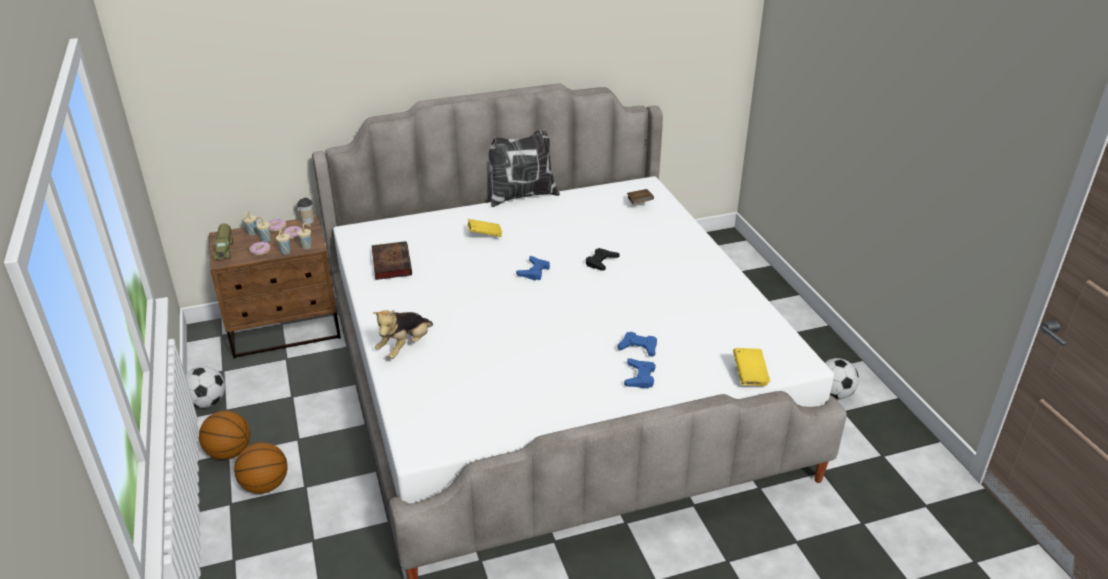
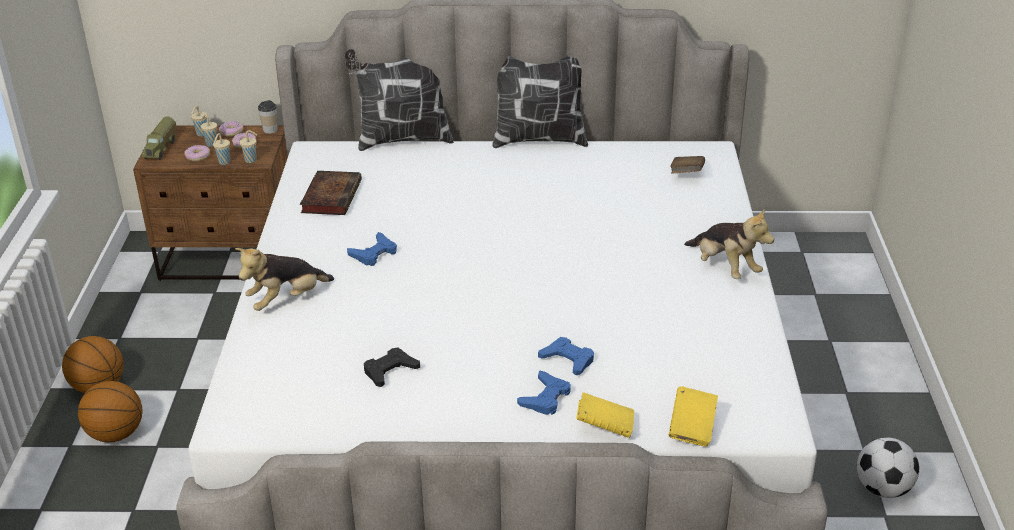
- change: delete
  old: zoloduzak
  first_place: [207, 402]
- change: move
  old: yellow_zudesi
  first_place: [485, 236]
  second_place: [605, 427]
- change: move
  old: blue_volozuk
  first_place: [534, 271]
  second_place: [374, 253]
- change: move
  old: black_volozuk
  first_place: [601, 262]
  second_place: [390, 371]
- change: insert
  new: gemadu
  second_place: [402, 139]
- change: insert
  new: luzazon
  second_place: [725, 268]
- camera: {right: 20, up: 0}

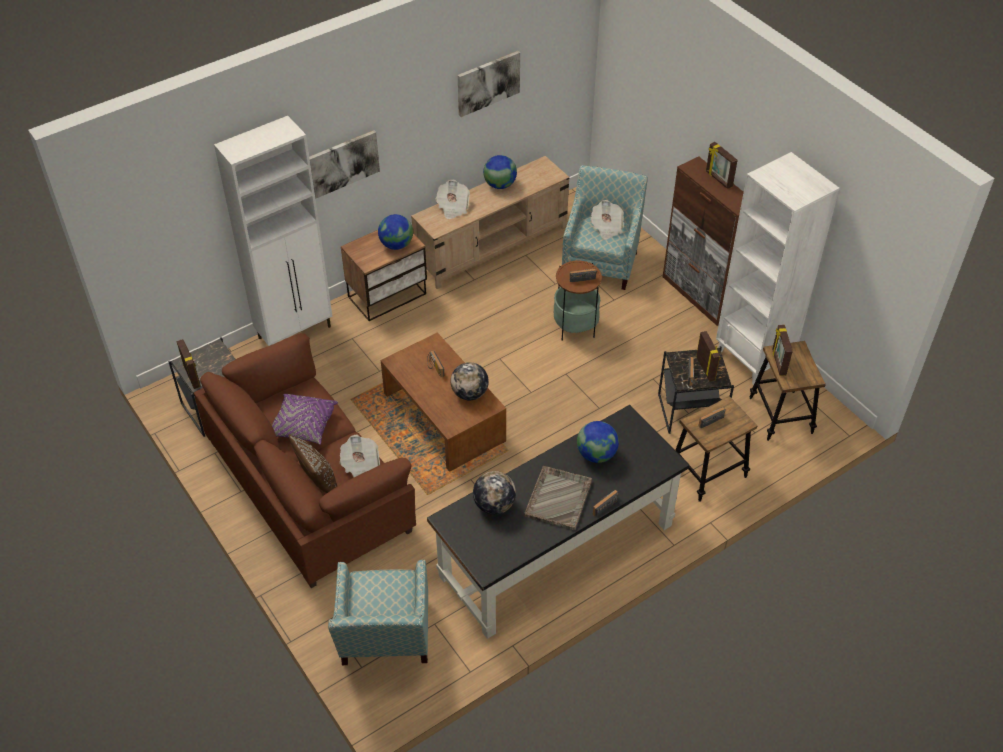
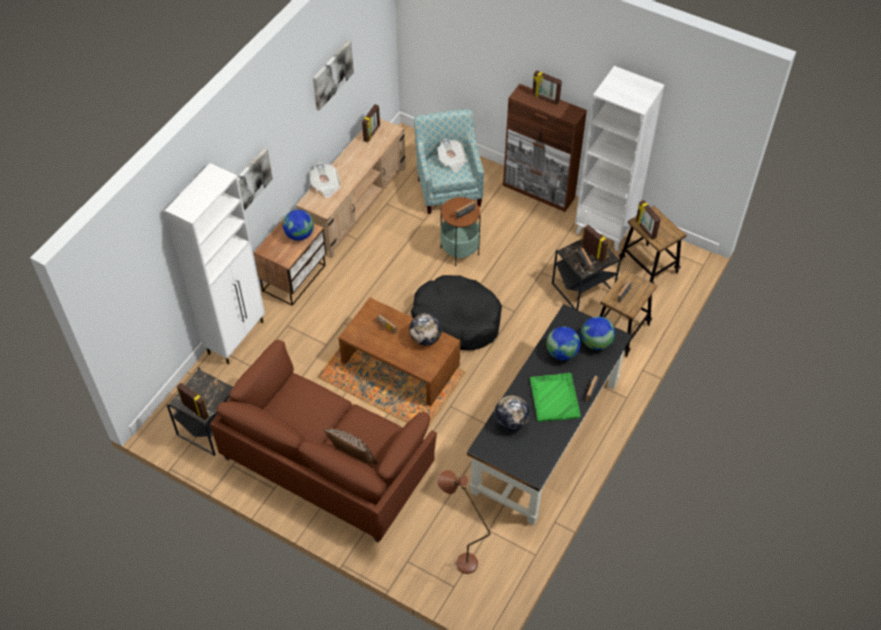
- change: delete
  old: purple_gemadu
  first_place: [304, 425]
- change: replace
  old: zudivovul
  new: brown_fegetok
  first_place: [385, 641]
  second_place: [460, 559]
- change: delete
  old: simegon
  first_place: [361, 466]
- change: move
  old: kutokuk
  first_place: [500, 185]
  second_place: [596, 343]
- change: recolor
  old: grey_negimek
  new: green_negimek
  first_place: [558, 498]
  second_place: [554, 397]
- change: insert
  new: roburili
  second_place: [372, 133]
- change: insert
  new: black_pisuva
  second_place: [456, 320]
- camera: {right: -25, up: 5}

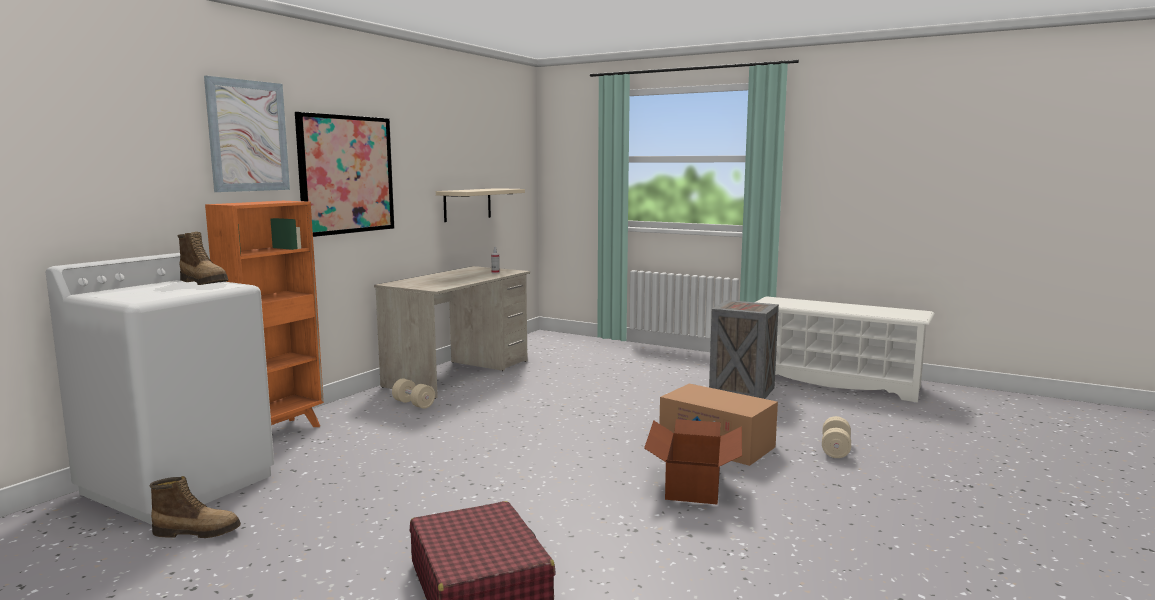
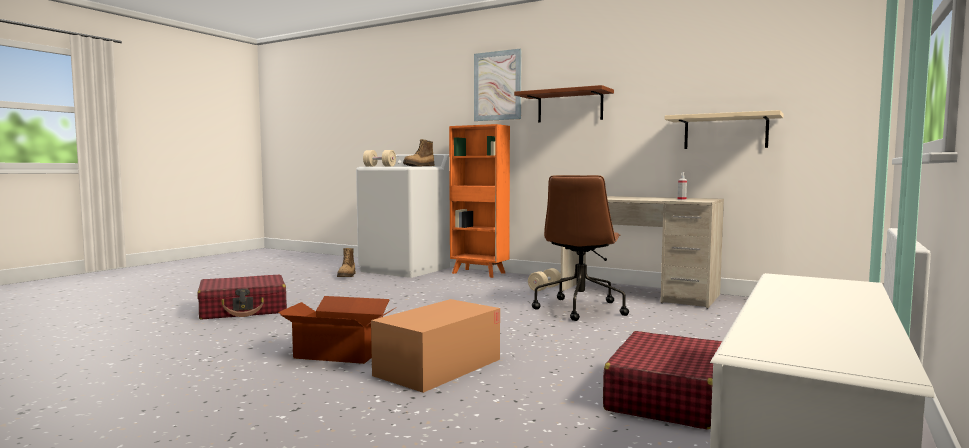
- change: replace
  old: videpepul
  new: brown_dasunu
  first_place: [346, 174]
  second_place: [570, 106]
- change: replace
  old: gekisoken
  new: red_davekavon
  first_place: [743, 391]
  second_place: [666, 397]
- change: move
  old: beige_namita
  first_place: [835, 449]
  second_place: [379, 166]
- change: insert
  new: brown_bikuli
  second_place: [580, 309]
- camera: {right: 90, up: -5}

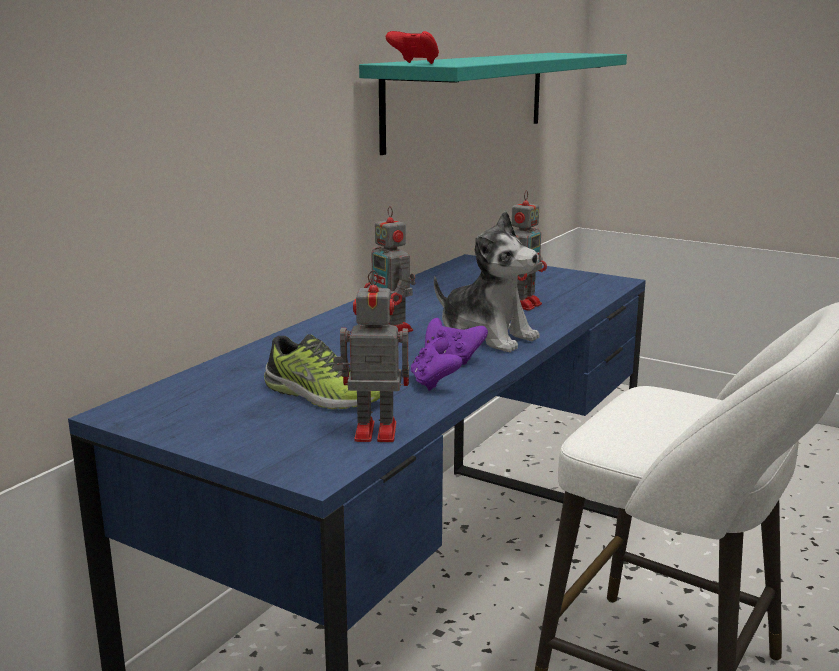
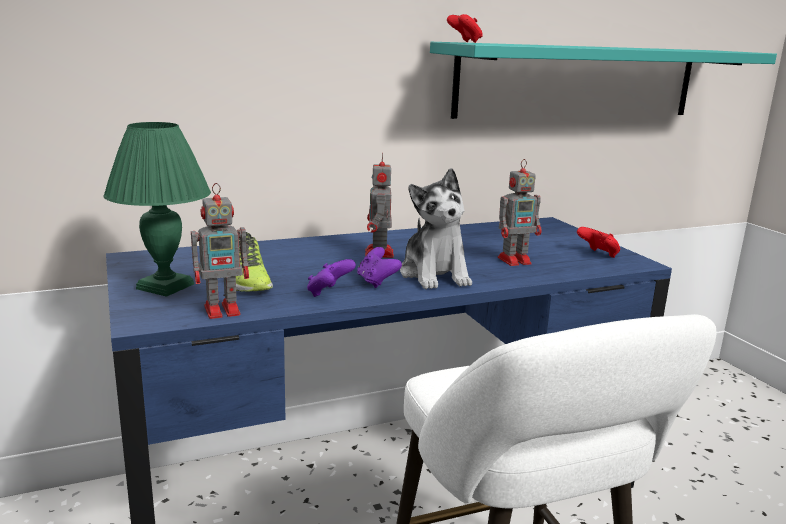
- change: rotate
  old: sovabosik
  first_place: [372, 432]
  second_place: [224, 310]
  degrees: 120
- change: insert
  new: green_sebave
  second_place: [165, 287]
- change: insert
  new: red_volozuk
  second_place: [598, 255]
- camera: {right: 35, up: 0}

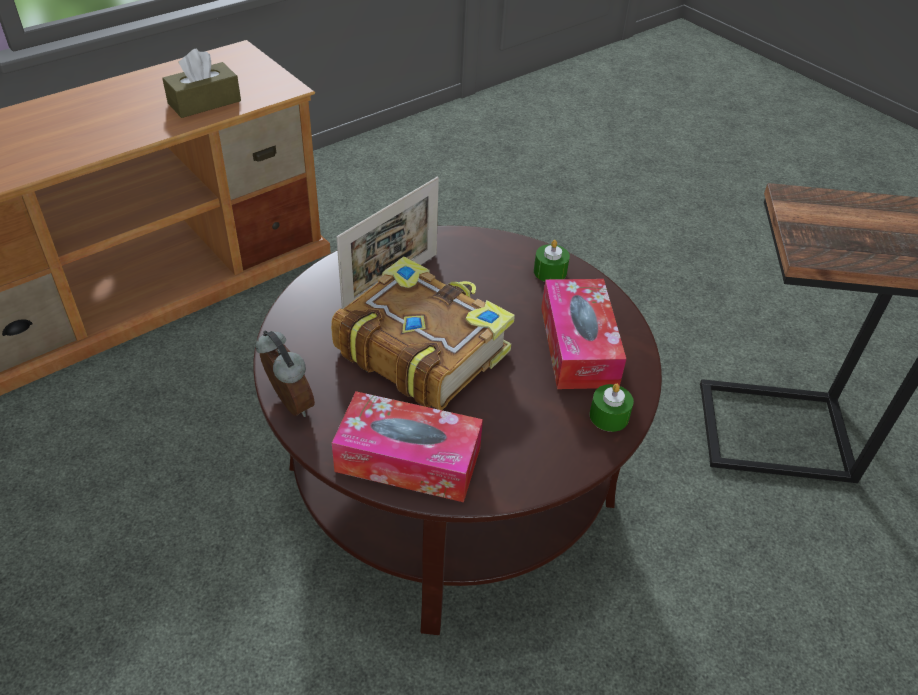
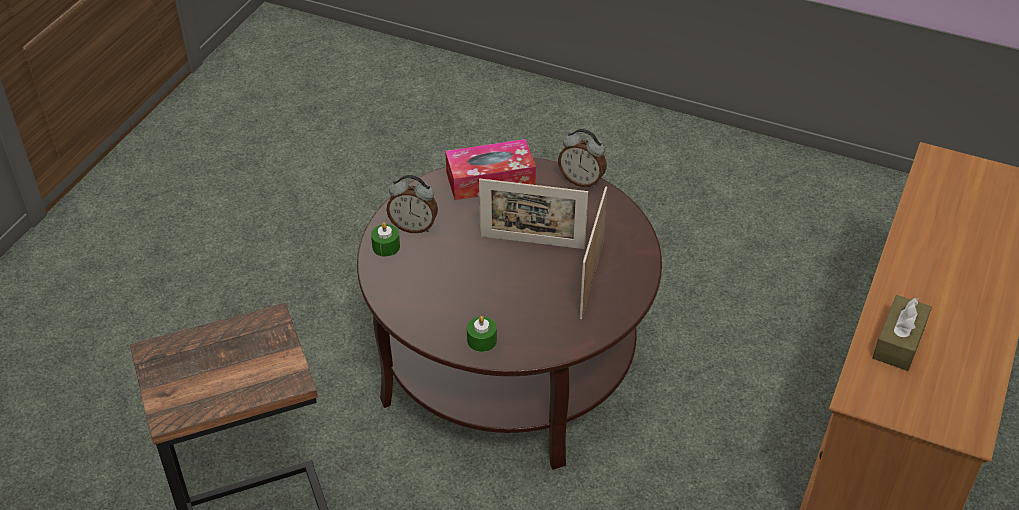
- change: replace
  old: zudesi
  new: roburili
  first_place: [421, 349]
  second_place: [532, 242]
- change: delete
  old: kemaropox
  first_place: [578, 346]
- change: insert
  new: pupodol
  second_place: [413, 226]
- camera: {right: 155, up: 0}

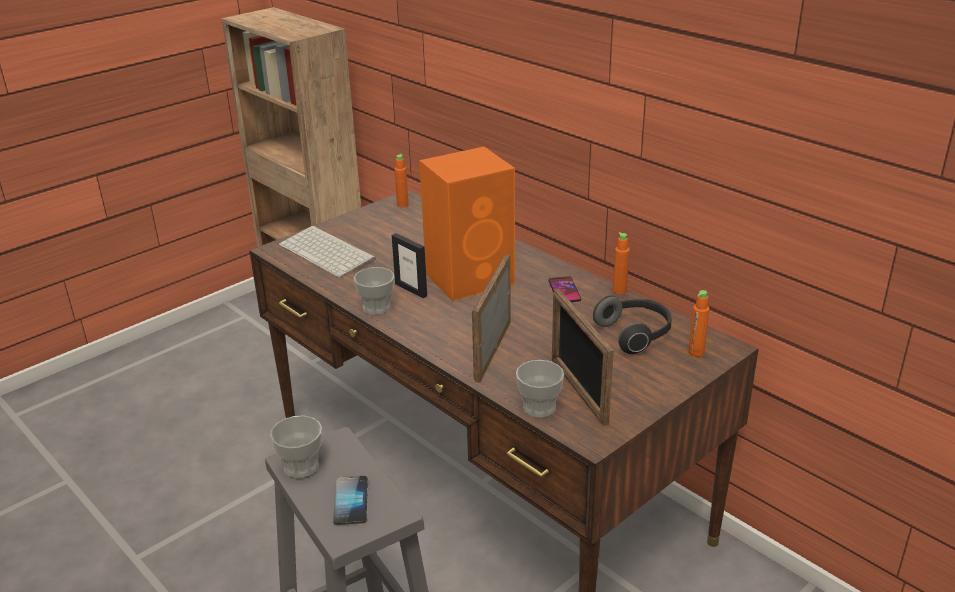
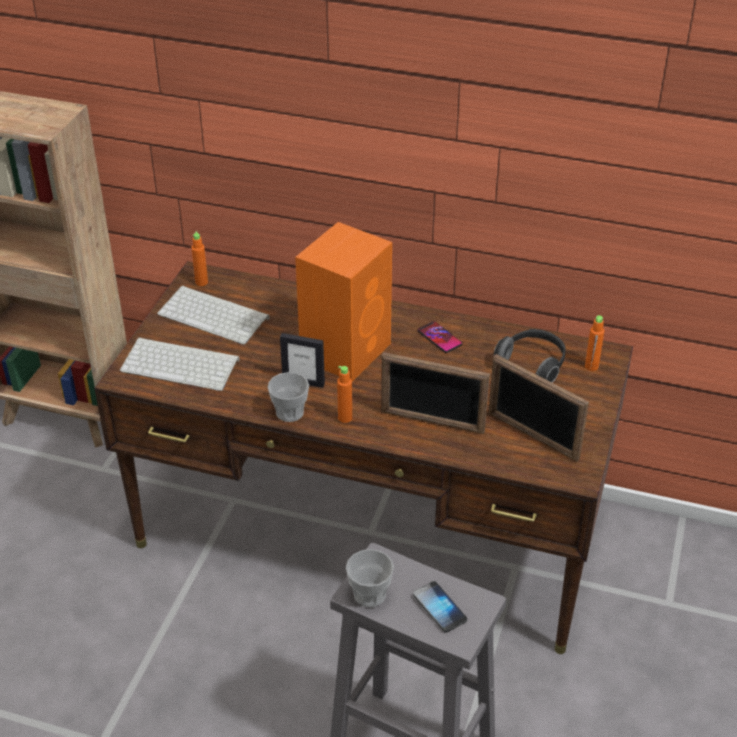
- change: rotate
  old: roburili
  first_place: [492, 350]
  second_place: [432, 422]
  degrees: -60
- change: delete
  old: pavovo
  first_place: [539, 407]
- change: move
  old: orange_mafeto
  first_place: [619, 291]
  second_place: [345, 418]
- change: insert
  new: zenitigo
  second_place: [215, 315]
- camera: {right: -30, up: 10}

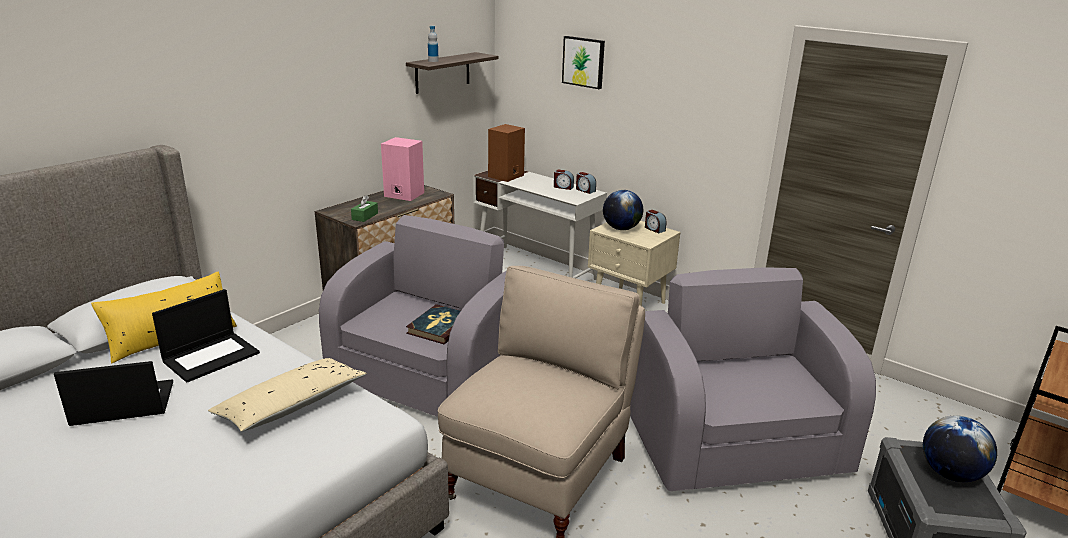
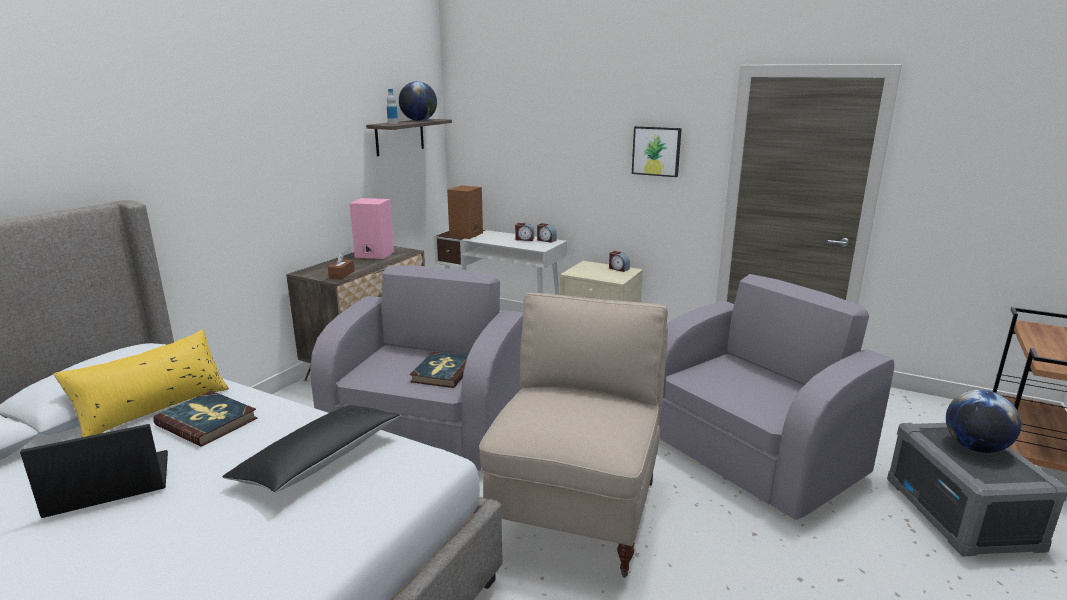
- change: replace
  old: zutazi
  new: zudesi
  first_place: [211, 356]
  second_place: [207, 421]
- change: recolor
  old: beige_gemadu
  new: black_gemadu
  first_place: [291, 405]
  second_place: [319, 460]
- change: recolor
  old: green_kemaropox
  new: brown_kemaropox
  first_place: [365, 216]
  second_place: [341, 274]
- change: move
  old: videpepul
  first_place: [584, 62]
  second_place: [656, 151]
- change: move
  old: kutokuk
  first_place: [621, 228]
  second_place: [419, 121]
- change: rotate
  old: grey_zudivovul
  first_place: [736, 444]
  second_place: [750, 454]
  degrees: 75
- camera: {right: -10, up: -5}

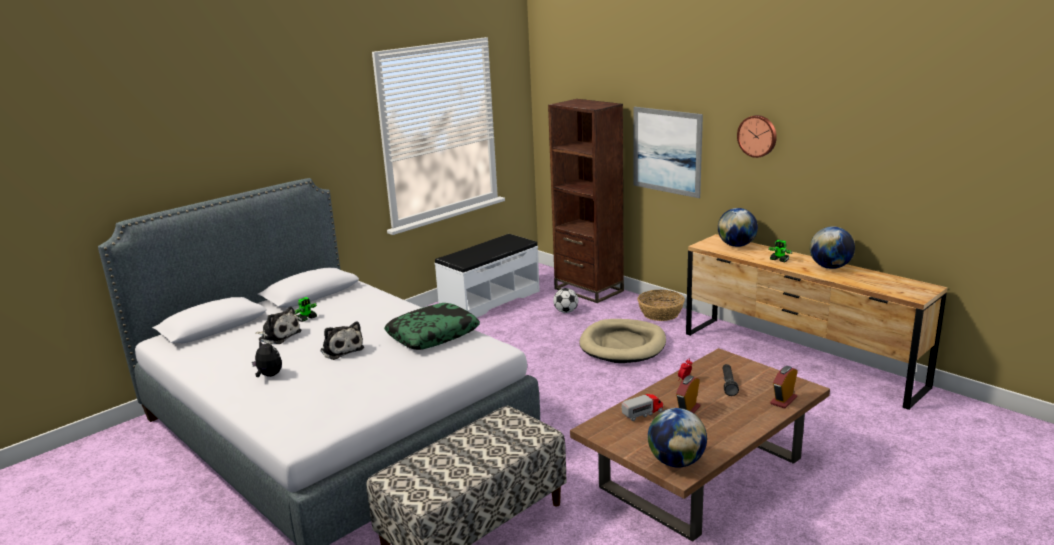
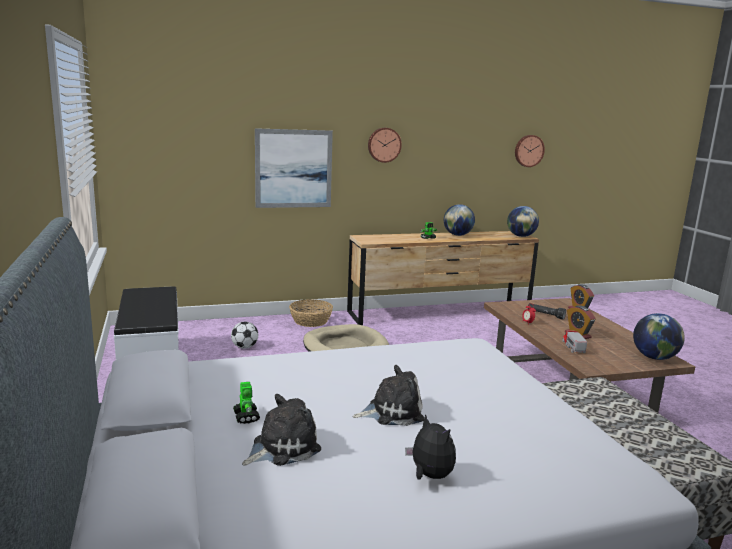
- change: rotate
  old: luzazon
  first_place: [269, 376]
  second_place: [429, 476]
  degrees: 75
- change: delete
  old: gemadu
  first_place: [433, 334]
- change: delete
  old: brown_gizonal
  first_place: [588, 290]
- change: move
  old: kutokuk
  first_place: [736, 245]
  second_place: [521, 236]
- change: insert
  new: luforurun
  second_place: [528, 150]
- camera: {right: -65, up: -5}

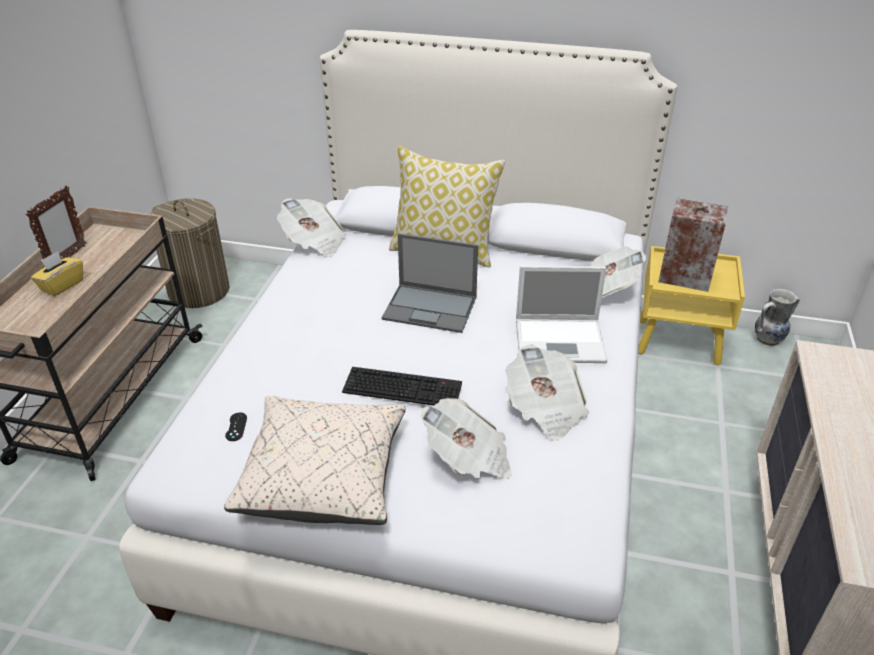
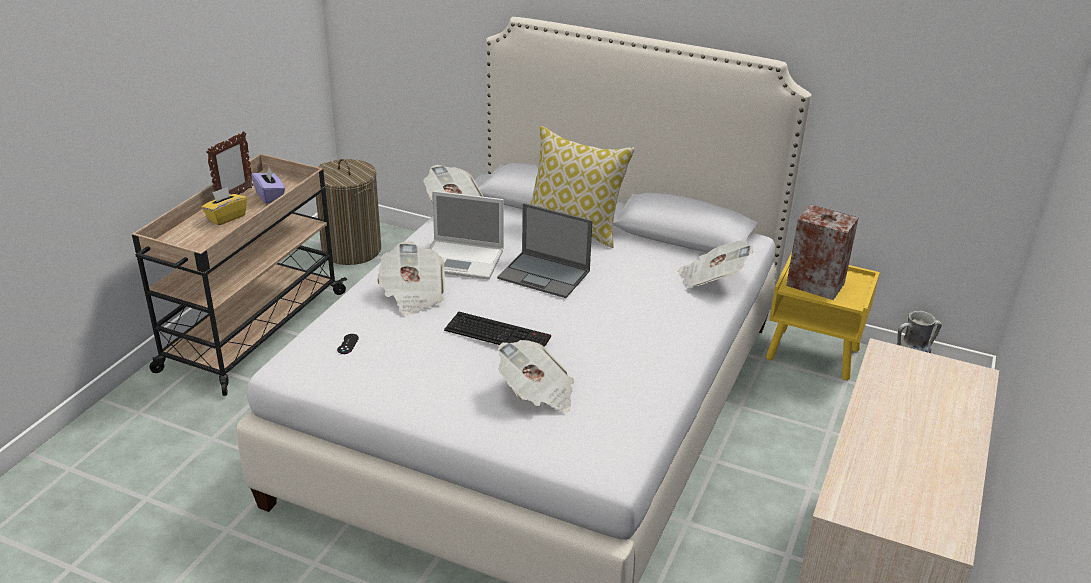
- change: delete
  old: beige_gemadu
  first_place: [323, 476]
- change: move
  old: simegon
  first_place: [545, 409]
  second_place: [413, 295]
- change: move
  old: zutazi
  first_place: [561, 340]
  second_place: [463, 260]
- change: insert
  new: purple_kemaropox
  second_place: [270, 196]
- camera: {right: 10, up: -5}

